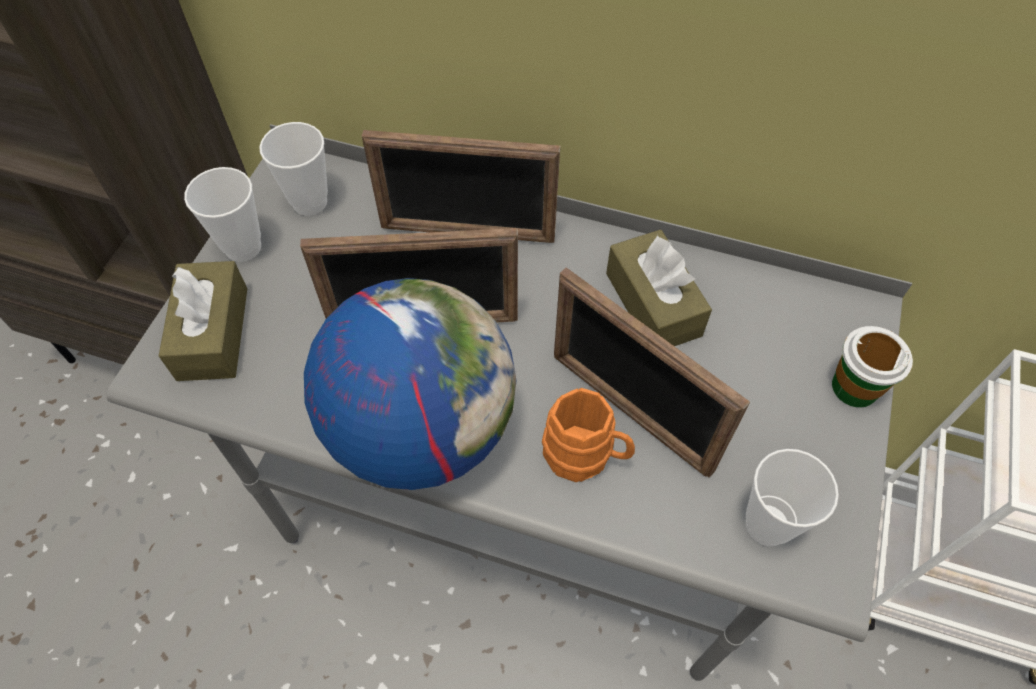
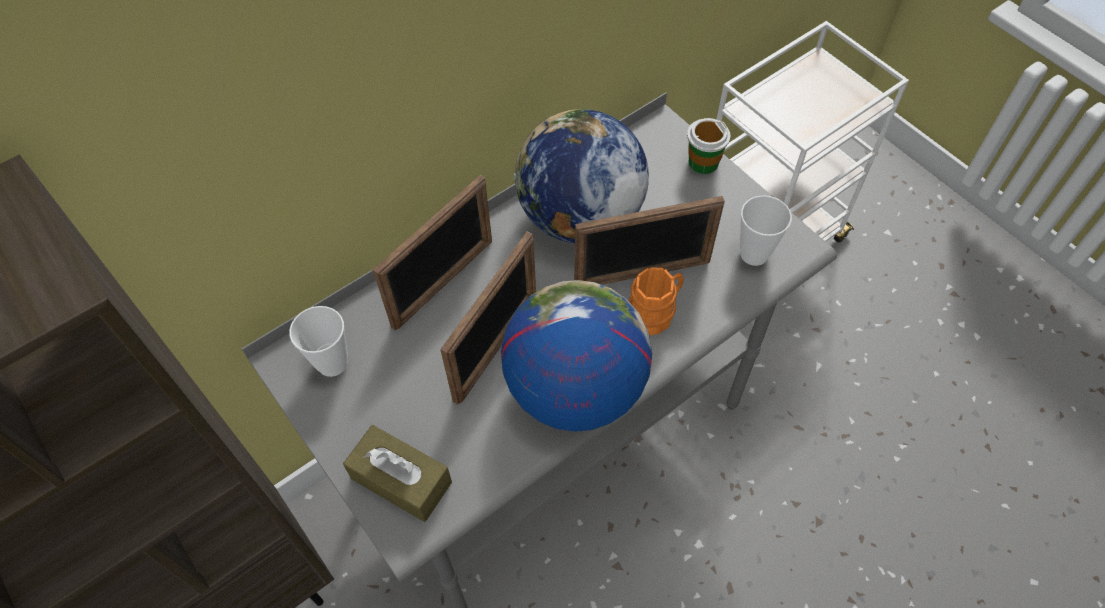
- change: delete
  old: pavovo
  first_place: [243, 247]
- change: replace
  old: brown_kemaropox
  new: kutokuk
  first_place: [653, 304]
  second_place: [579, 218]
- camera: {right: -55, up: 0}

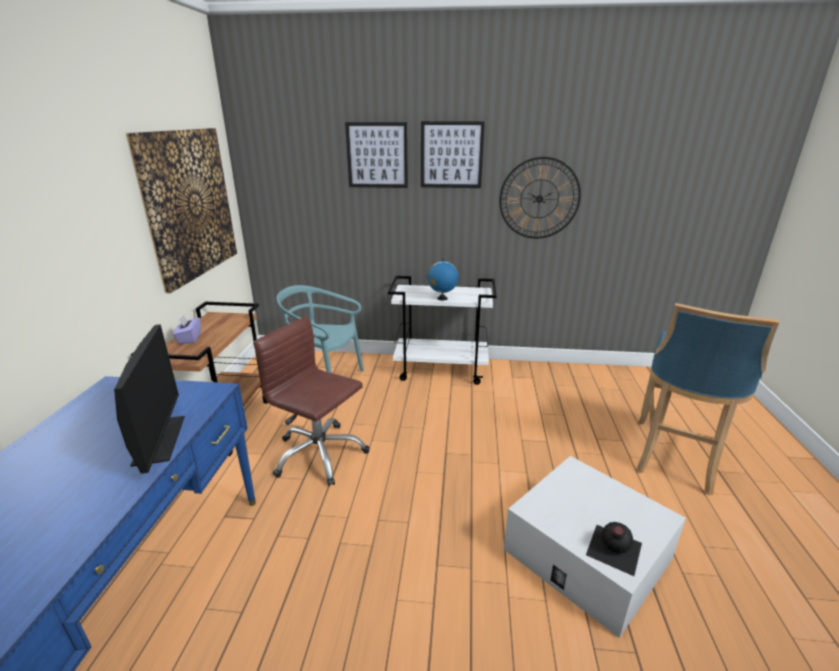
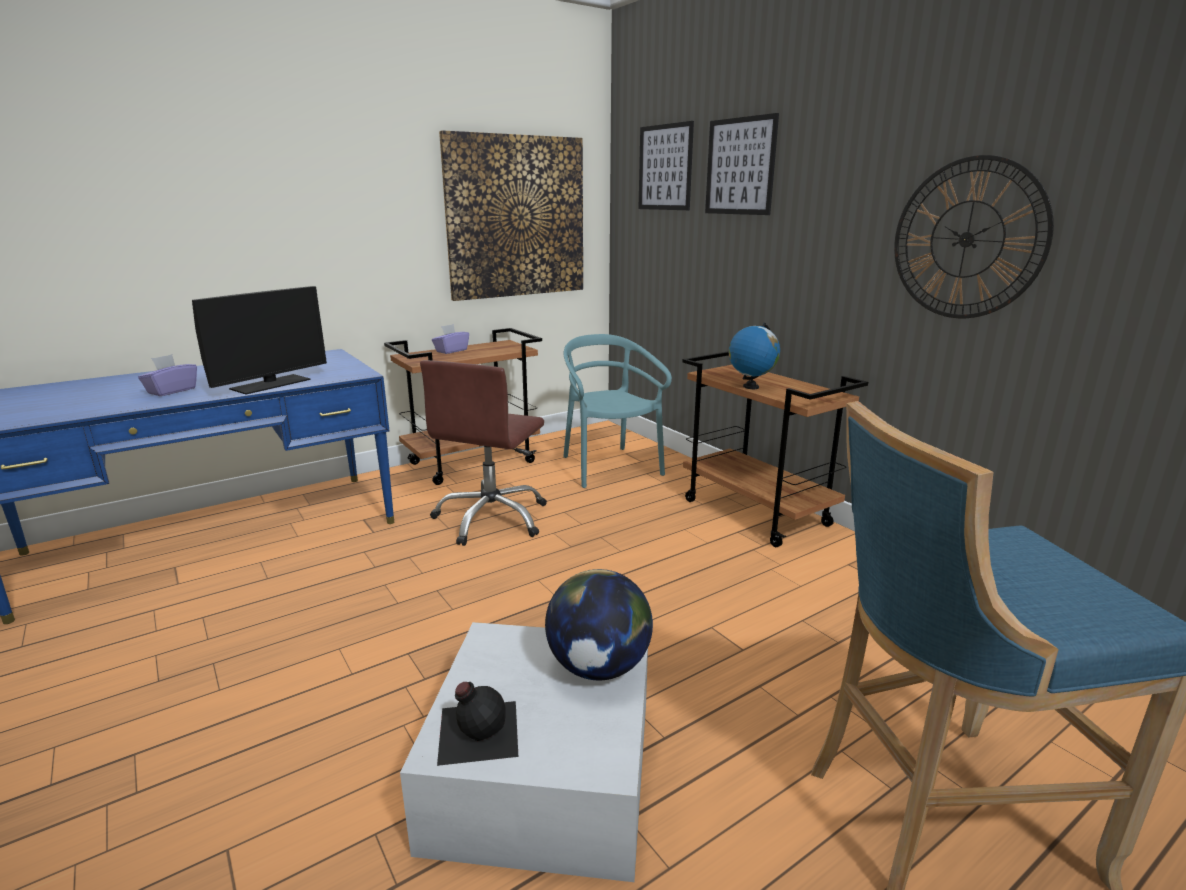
- change: rotate
  old: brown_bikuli
  first_place: [319, 454]
  second_place: [492, 519]
  degrees: -150
- change: recolor
  old: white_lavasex
  new: brown_lavasex
  first_place: [442, 370]
  second_place: [757, 513]
- change: move
  old: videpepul
  first_place: [451, 155]
  second_place: [665, 167]
- change: insert
  new: purple_kemaropox
  second_place: [171, 391]
- change: insert
  new: kutokuk
  second_place: [598, 667]
- camera: {right: 50, up: -5}

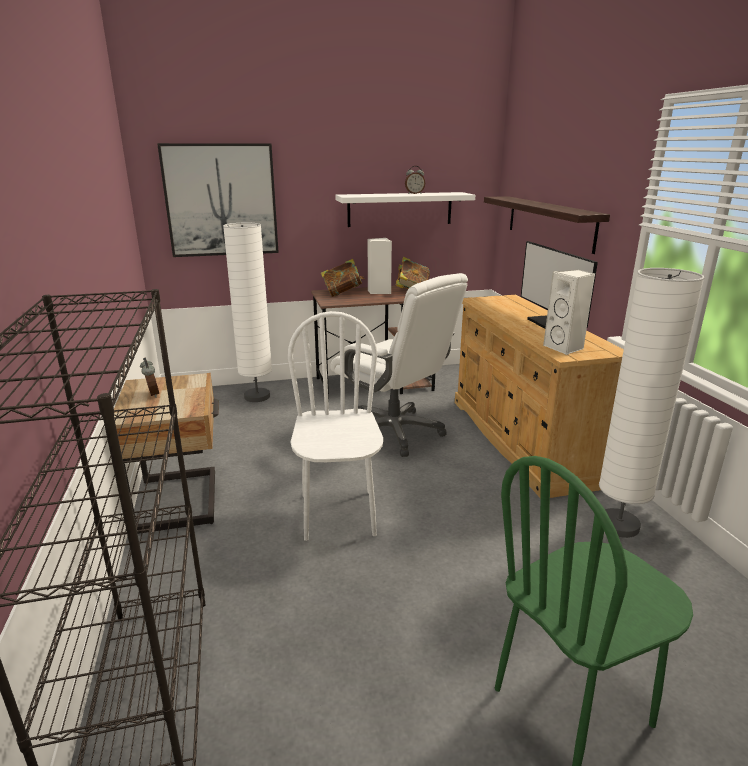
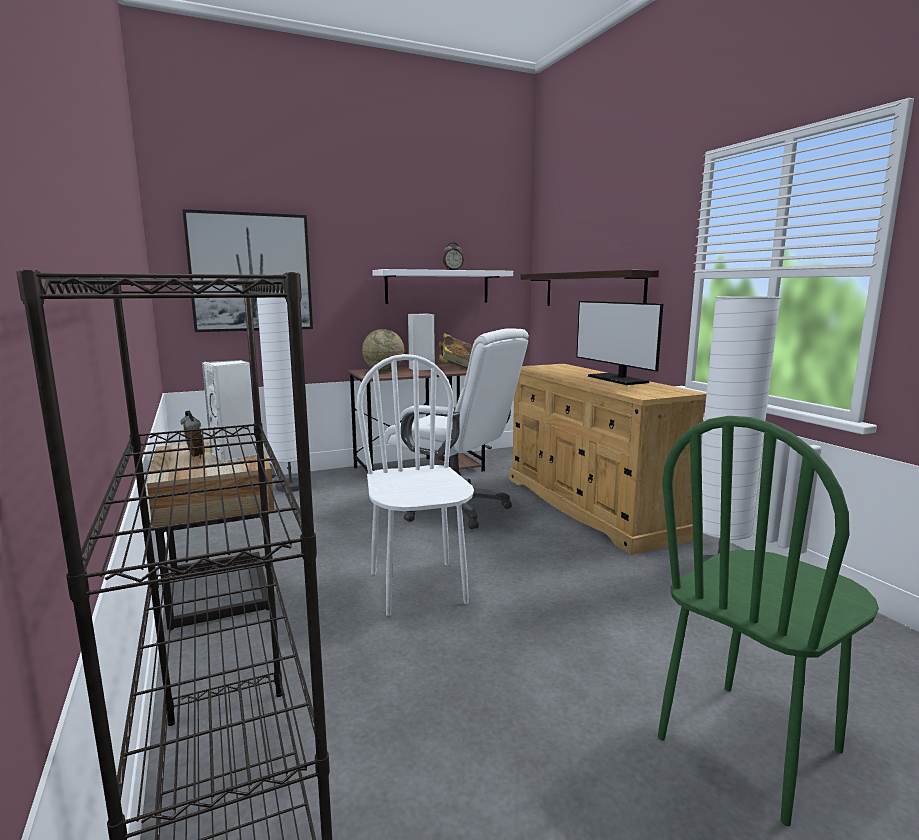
- change: replace
  old: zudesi
  new: kutokuk
  first_place: [343, 293]
  second_place: [383, 371]
- change: move
  old: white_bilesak
  first_place: [565, 348]
  second_place: [234, 455]
- camera: {right: -10, up: -10}

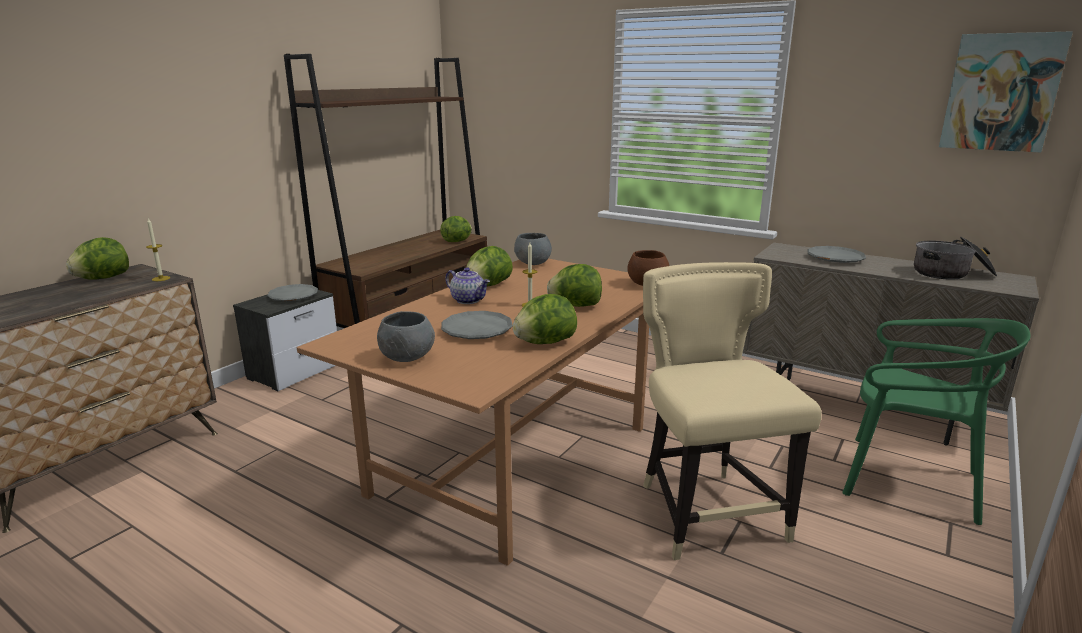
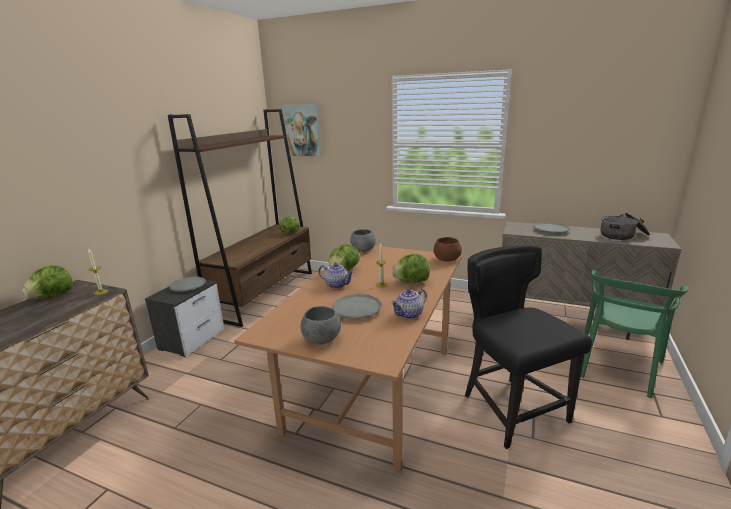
- change: replace
  old: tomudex
  new: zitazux
  first_place: [545, 343]
  second_place: [409, 315]
- change: recolor
  old: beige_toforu
  new: black_toforu
  first_place: [707, 511]
  second_place: [511, 408]
- change: rotate
  old: green_toforu
  first_place: [908, 480]
  second_place: [617, 367]
  degrees: 105
- change: move
  old: videpepul
  first_place: [1001, 92]
  second_place: [301, 130]
- camera: {right: -10, up: 0}

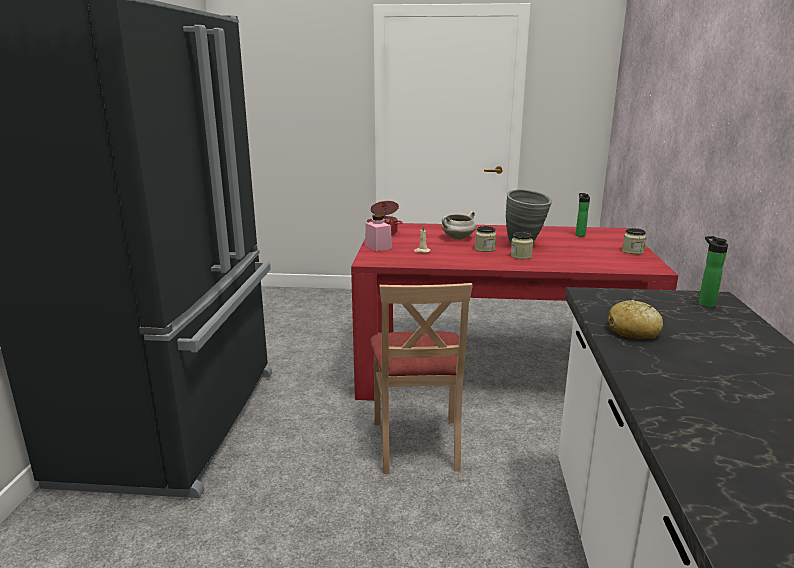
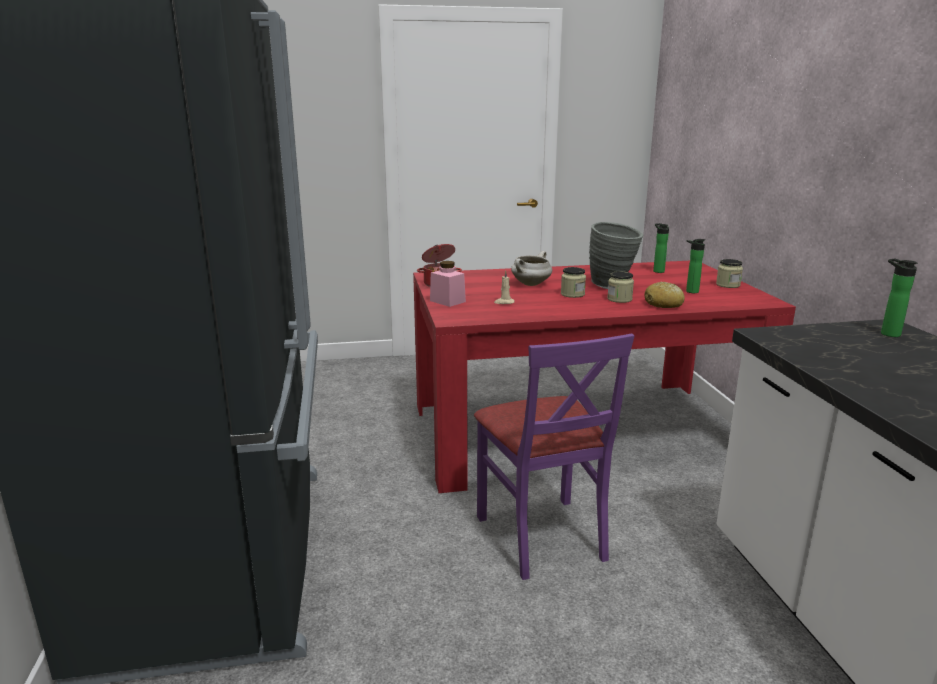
- change: recolor
  old: beige_toforu
  new: purple_toforu
  first_place: [417, 444]
  second_place: [542, 536]
- change: move
  old: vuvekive
  first_place: [633, 331]
  second_place: [663, 304]
- change: insert
  new: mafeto
  second_place: [690, 292]
- camera: {right: -15, up: 0}

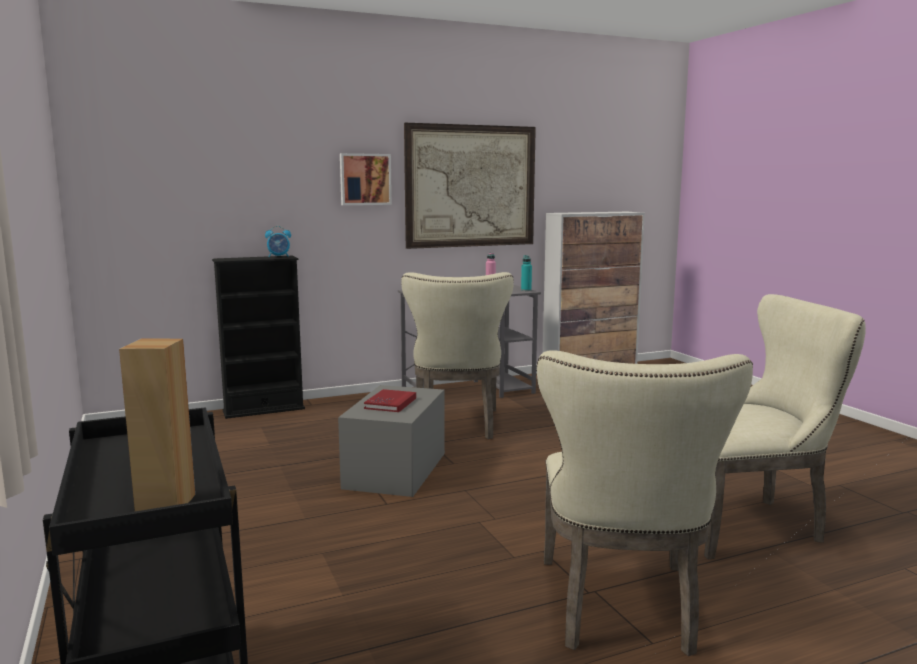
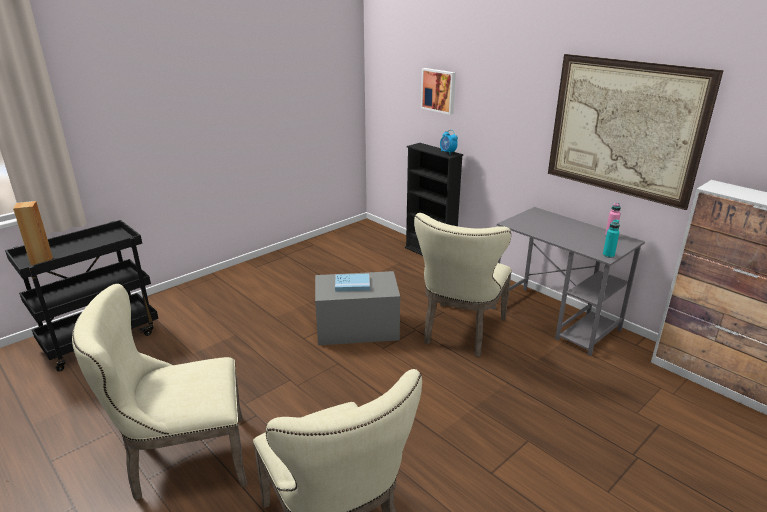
- change: move
  old: videpepul
  first_place: [365, 179]
  second_place: [439, 90]
- change: recolor
  old: red_zudesi
  new: blue_zudesi
  first_place: [390, 403]
  second_place: [352, 284]
- change: rotate
  old: beige_toforu
  first_place: [457, 426]
  second_place: [461, 333]
  degrees: -45
- camera: {right: 70, up: 15}

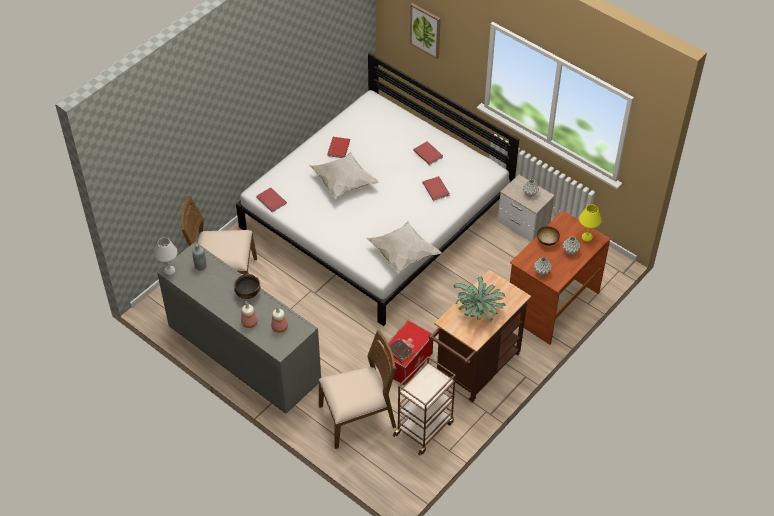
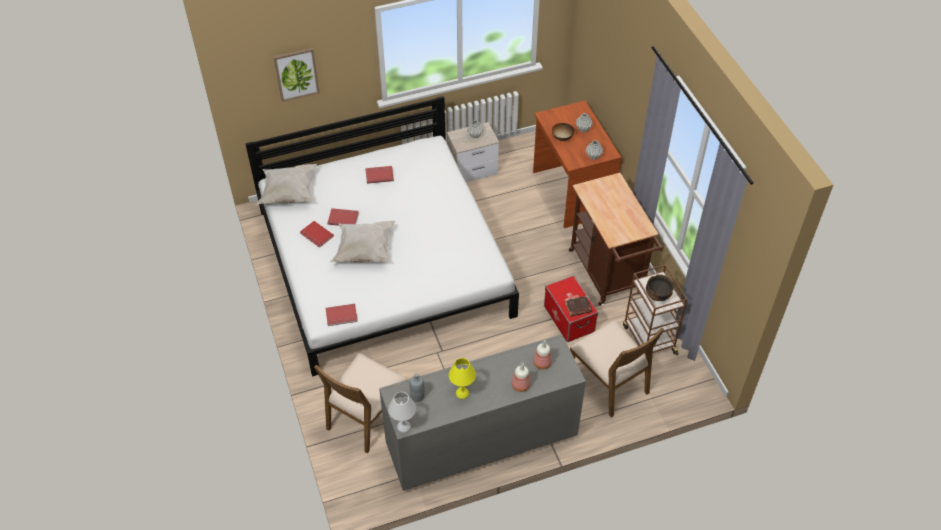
- change: move
  old: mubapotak
  first_place: [248, 293]
  second_place: [657, 295]
- change: rotate
  old: brown_toforu
  first_place: [358, 417]
  second_place: [608, 382]
  degrees: 135
- change: move
  old: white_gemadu
  first_place: [402, 254]
  second_place: [288, 194]
- change: move
  old: red_zudesi
  first_place: [436, 189]
  second_place: [343, 218]
- change: delete
  old: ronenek
  first_place: [479, 311]
- change: move
  old: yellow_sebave
  first_place: [586, 237]
  second_place: [461, 393]
- camera: {right: -60, up: 0}

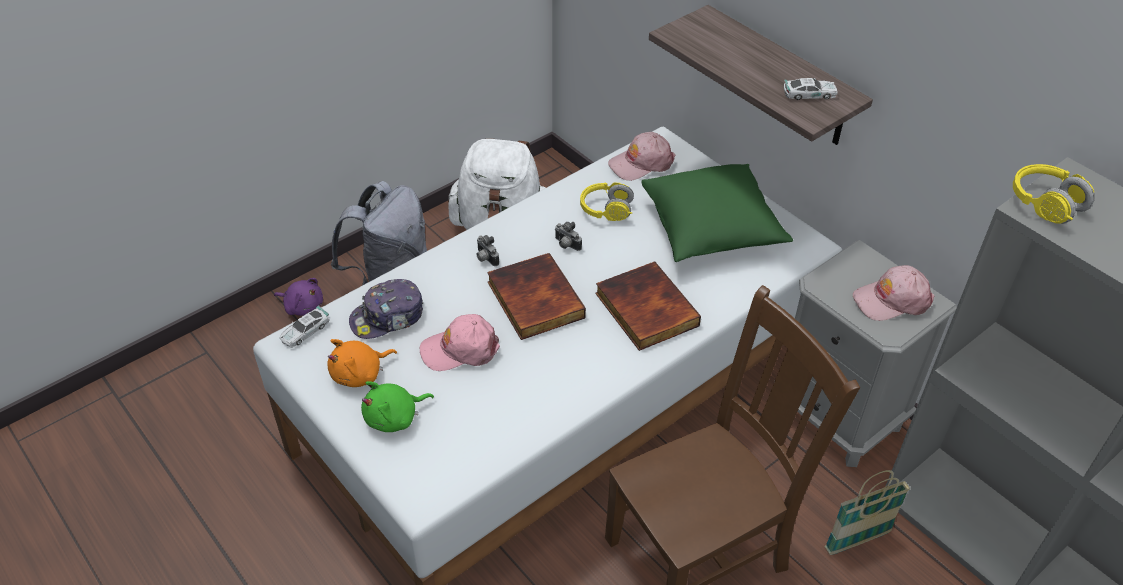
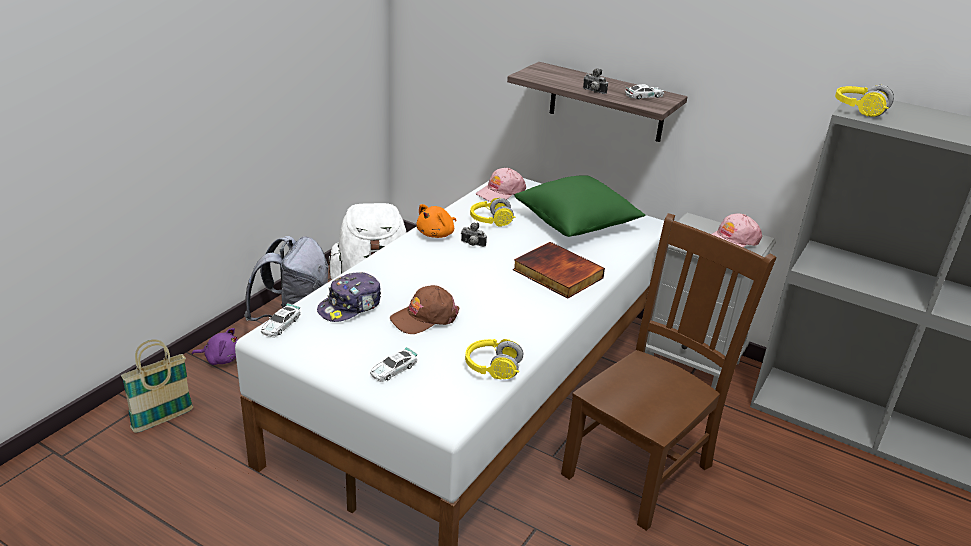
- change: move
  old: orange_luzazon
  first_place: [360, 374]
  second_place: [437, 234]
- change: replace
  old: green_luzazon
  new: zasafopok
  first_place: [394, 417]
  second_place: [393, 369]
- change: recolor
  old: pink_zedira
  new: brown_zedira
  first_place: [460, 349]
  second_place: [424, 317]
- change: move
  old: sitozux
  first_place: [485, 258]
  second_place: [593, 92]
- change: delete
  old: zudesi
  first_place: [533, 300]
- change: move
  old: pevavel
  first_place: [857, 540]
  second_place: [163, 420]
- change: insert
  new: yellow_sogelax
  second_place: [493, 369]
- camera: {right: -20, up: -15}

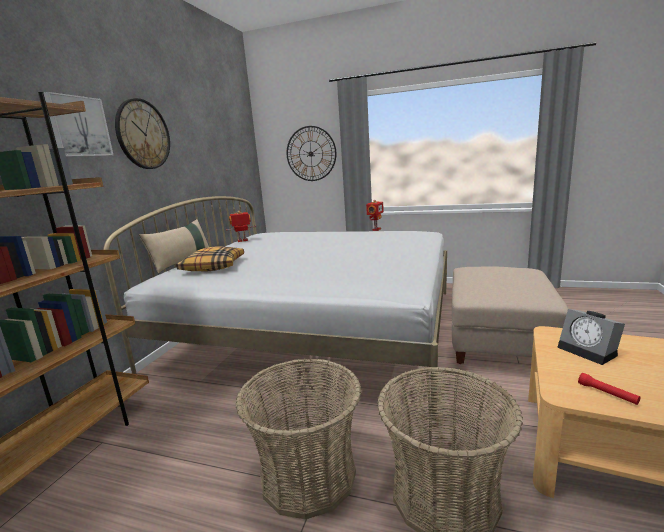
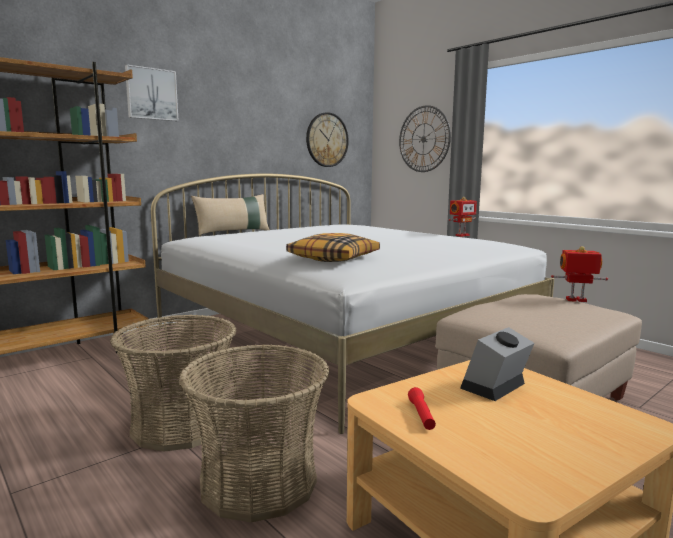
- change: move
  old: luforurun
  first_place: [143, 134]
  second_place: [327, 140]
- change: move
  old: gemadu
  first_place: [213, 266]
  second_place: [334, 258]
- change: move
  old: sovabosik
  first_place: [242, 241]
  second_place: [576, 300]
- change: rotate
  old: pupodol
  first_place: [589, 351]
  second_place: [494, 387]
  degrees: 45
- camera: {right: 30, up: -5}

